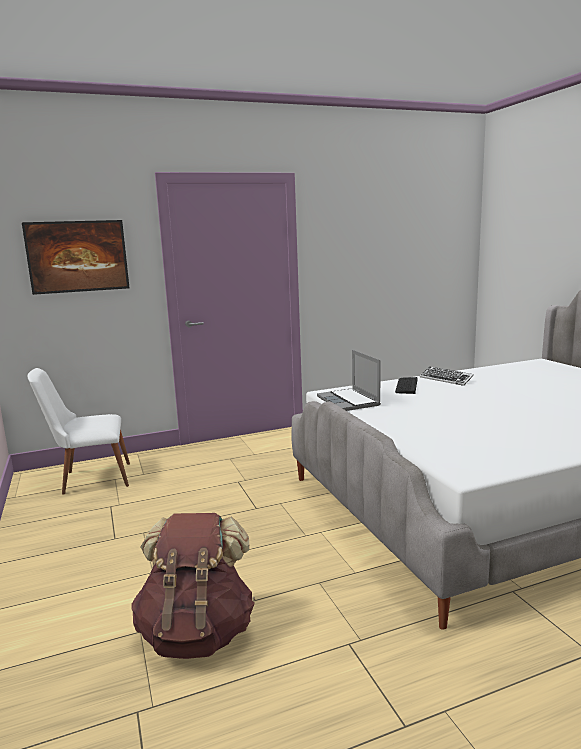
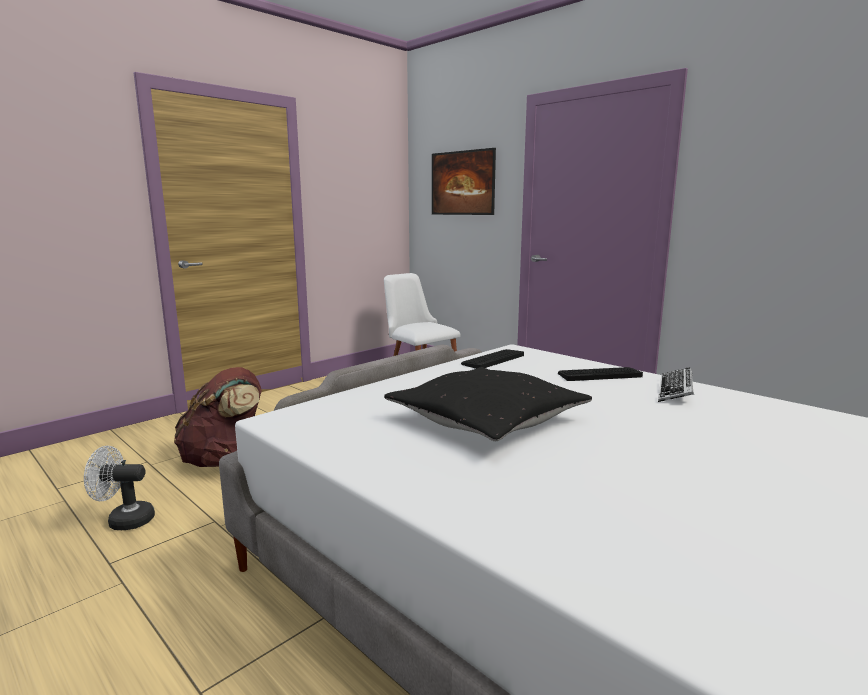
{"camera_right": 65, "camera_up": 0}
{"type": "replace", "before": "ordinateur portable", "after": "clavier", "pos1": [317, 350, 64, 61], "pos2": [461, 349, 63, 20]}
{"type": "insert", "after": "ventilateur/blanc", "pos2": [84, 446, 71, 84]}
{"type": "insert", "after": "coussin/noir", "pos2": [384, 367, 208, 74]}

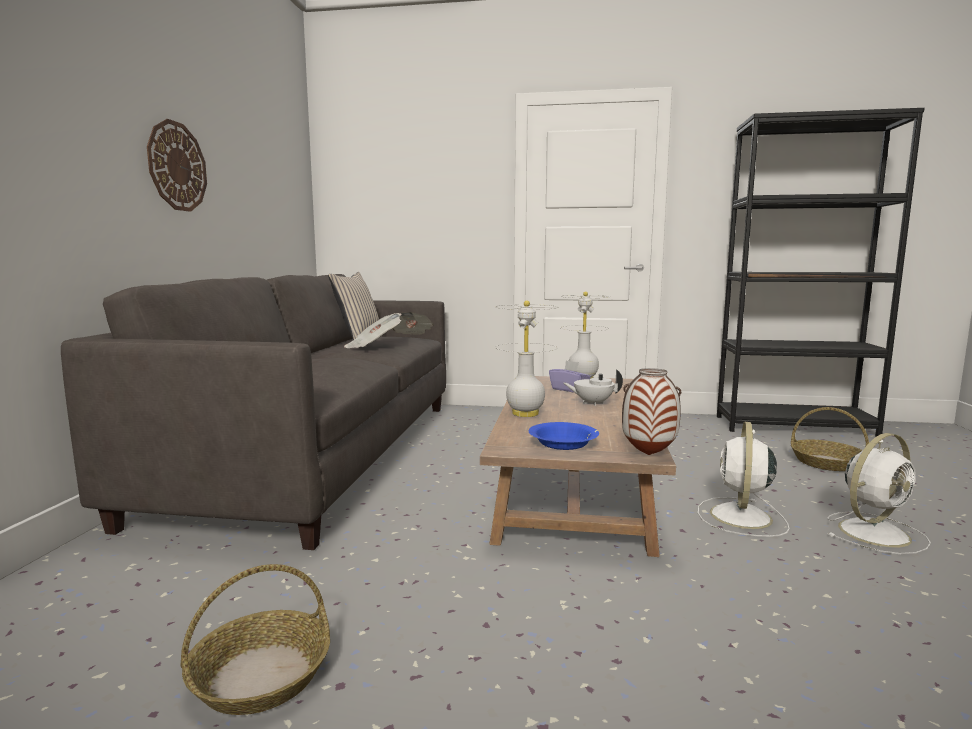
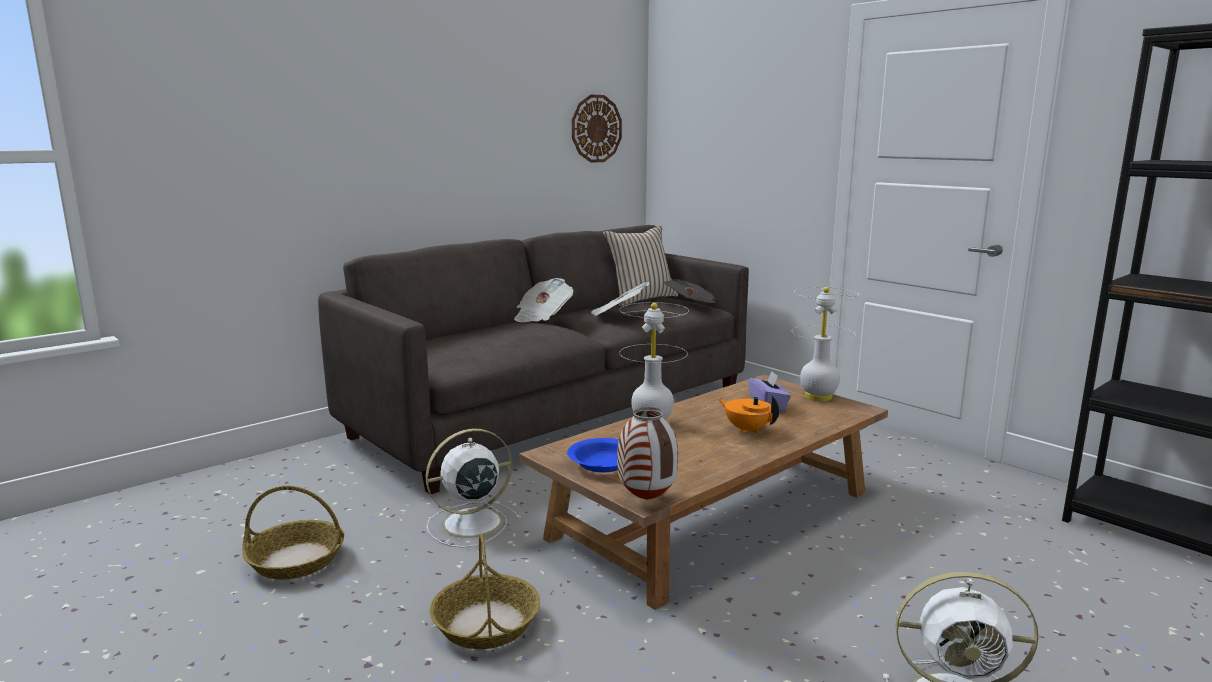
{"camera_right": 40, "camera_up": 5}
{"type": "move", "before": "horloge murale", "pos1": [147, 119, 60, 93], "pos2": [572, 94, 50, 69]}
{"type": "recolor", "before": "théière/blanc", "after": "théière/orange", "pos1": [563, 369, 60, 37], "pos2": [718, 396, 61, 37]}
{"type": "move", "before": "ventilateur/blanc", "pos1": [698, 422, 92, 115], "pos2": [426, 429, 95, 119]}
{"type": "move", "before": "panier", "pos1": [791, 407, 78, 64], "pos2": [430, 534, 110, 115]}
{"type": "insert", "after": "journal", "pos2": [514, 278, 59, 44]}

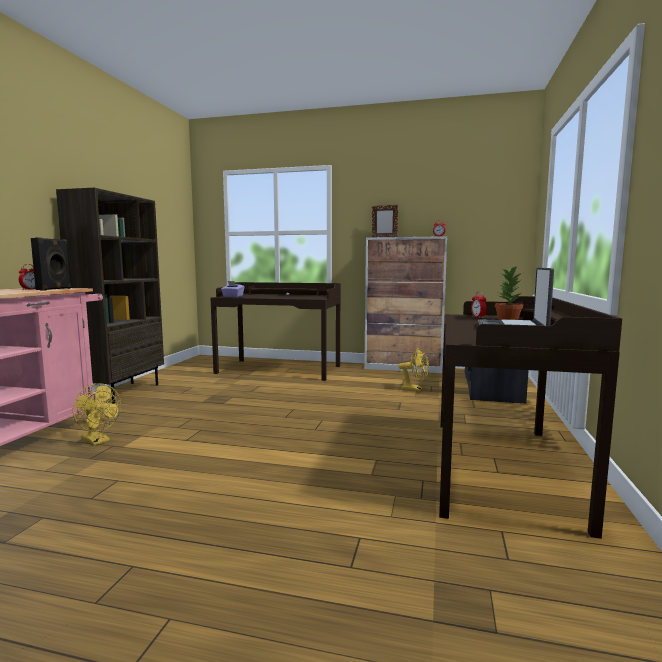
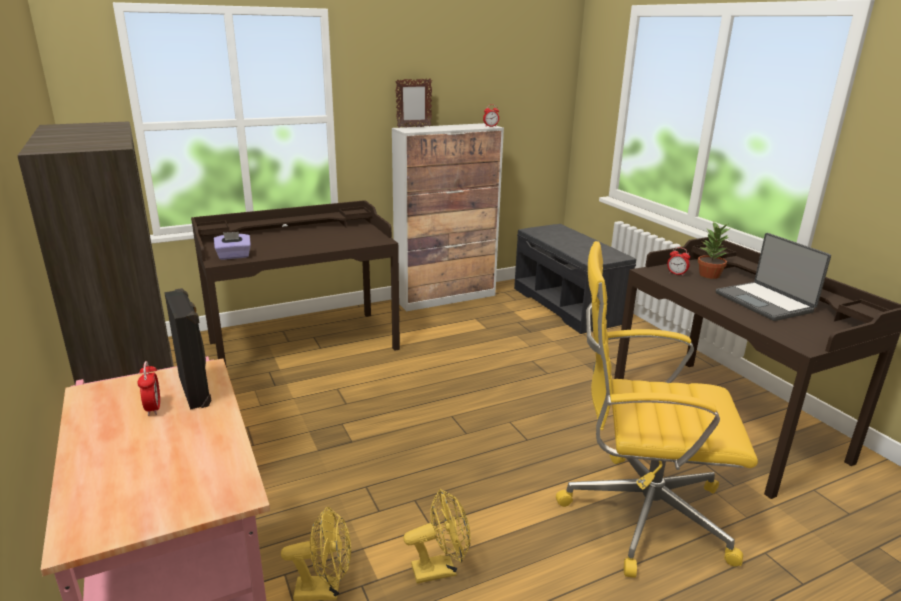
{"camera_right": -40, "camera_up": 15}
{"type": "move", "before": "ventilateur/jaune", "pos1": [398, 348, 31, 43], "pos2": [403, 489, 68, 95]}
{"type": "insert", "after": "chaise de bureau/jaune", "pos2": [556, 241, 202, 337]}

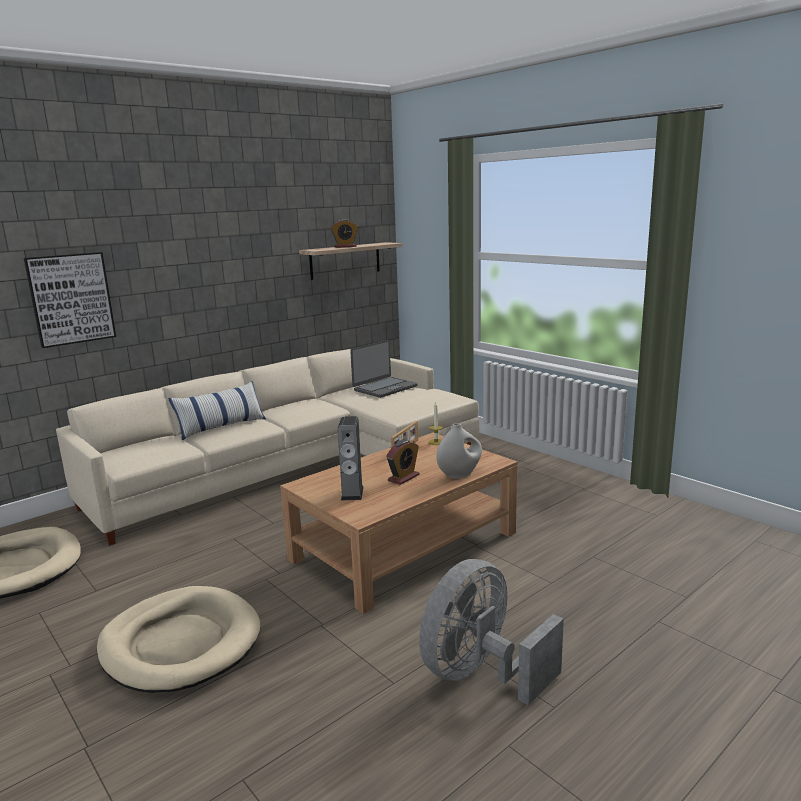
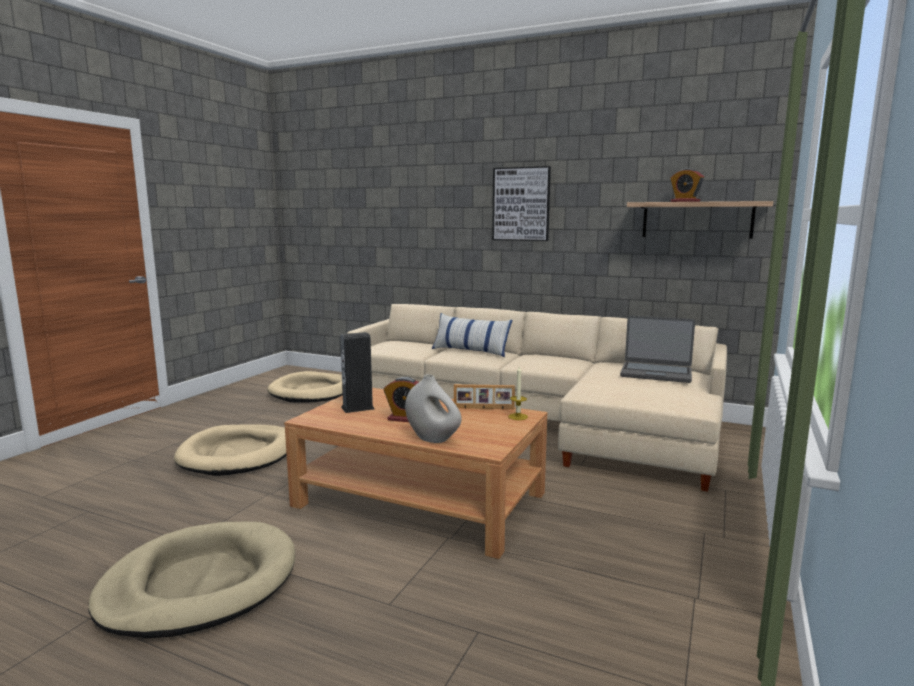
{"camera_right": 65, "camera_up": -5}
{"type": "move", "before": "tableau", "pos1": [24, 252, 92, 96], "pos2": [492, 166, 59, 75]}
{"type": "replace", "before": "ventilateur/gris", "after": "panier pour chien/beige", "pos1": [419, 559, 145, 147], "pos2": [89, 522, 206, 116]}

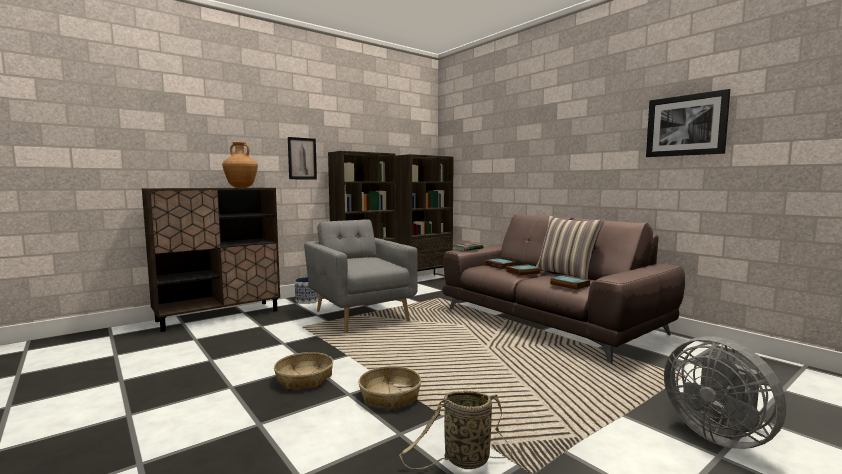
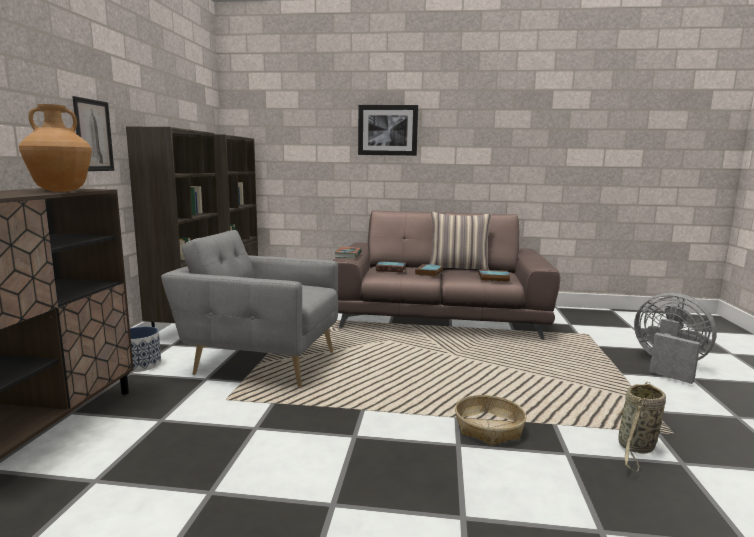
{"camera_right": -45, "camera_up": 5}
{"type": "delete", "before": "panier", "pos1": [274, 352, 59, 38]}
{"type": "move", "before": "tableau", "pos1": [646, 89, 84, 68], "pos2": [358, 105, 60, 51]}
{"type": "rotate", "before": "ventilateur/gris", "pos1": [664, 336, 122, 113], "pos2": [634, 293, 83, 91], "turn": -150}

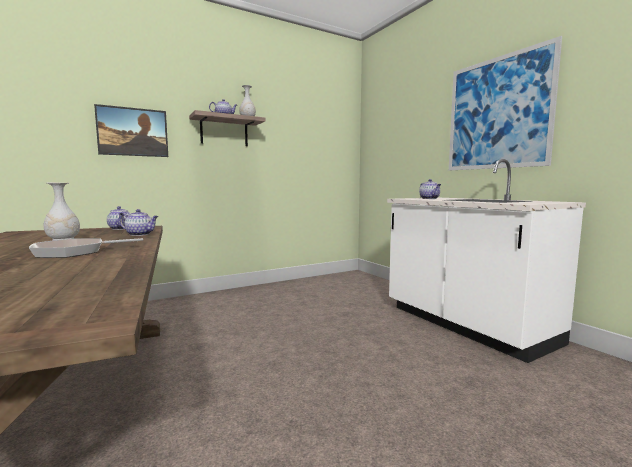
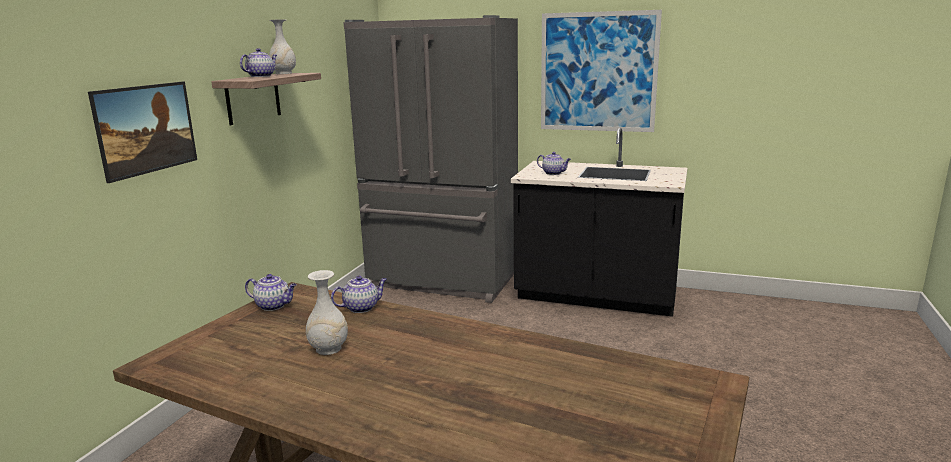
{"camera_right": -40, "camera_up": 10}
{"type": "delete", "before": "poêle", "pos1": [29, 238, 114, 20]}
{"type": "recolor", "before": "comptoir de cuisine/blanc", "after": "comptoir de cuisine/noir", "pos1": [387, 159, 199, 204], "pos2": [511, 128, 176, 189]}
{"type": "insert", "after": "réfrigérateur/gris", "pos2": [343, 15, 175, 288]}

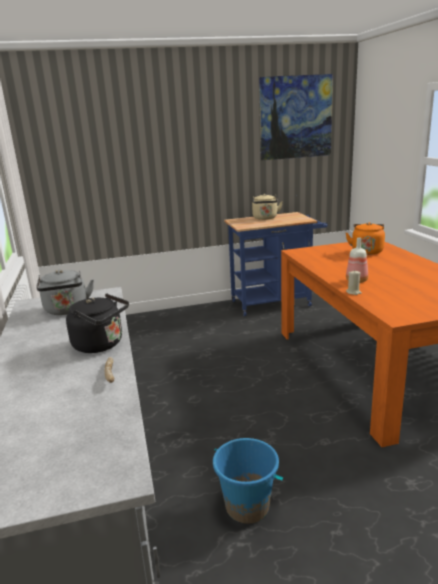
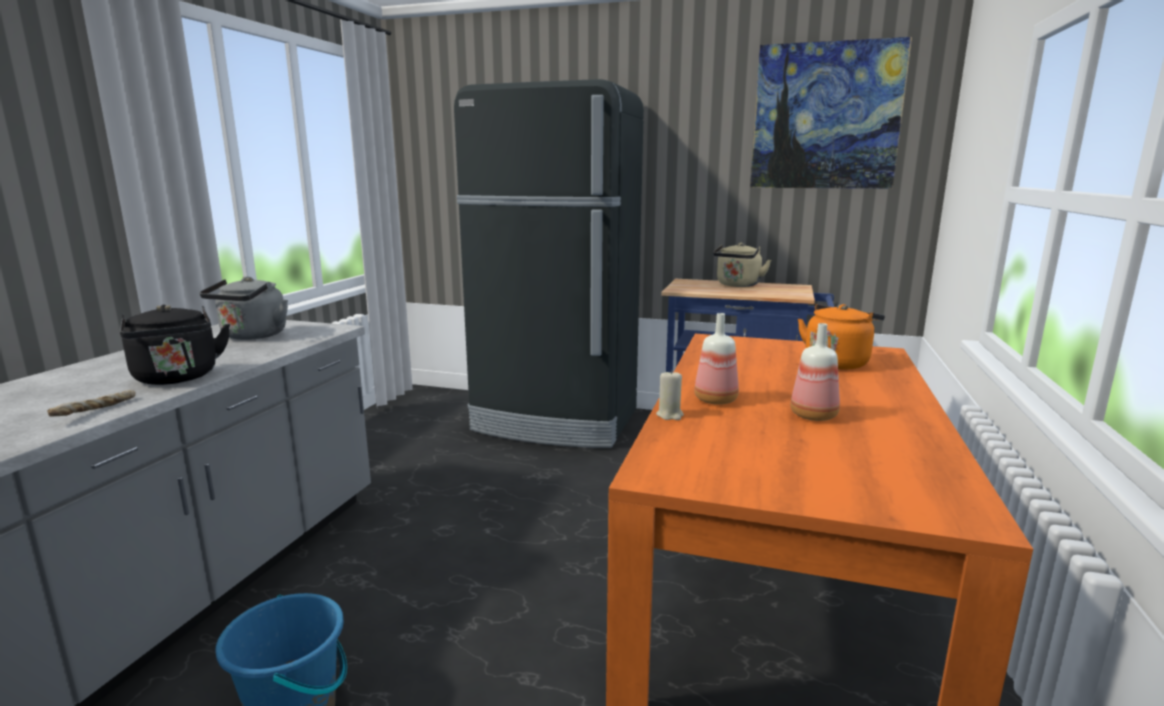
{"camera_right": 30, "camera_up": -5}
{"type": "insert", "after": "réfrigérateur/noir", "pos2": [454, 79, 190, 369]}
{"type": "insert", "after": "bouteille", "pos2": [790, 323, 50, 98]}

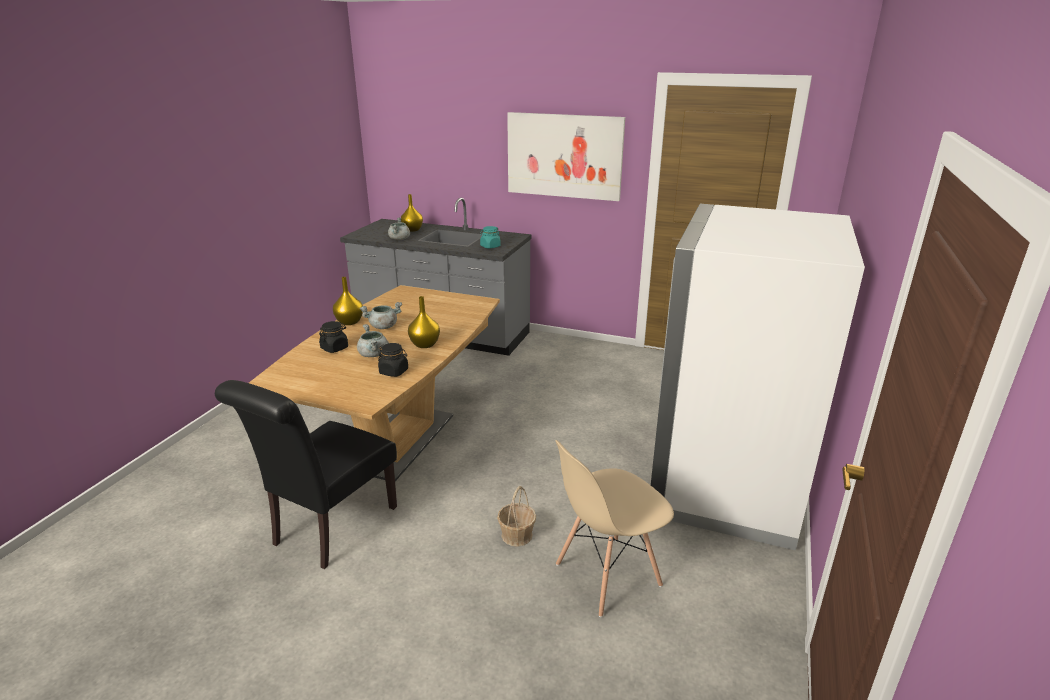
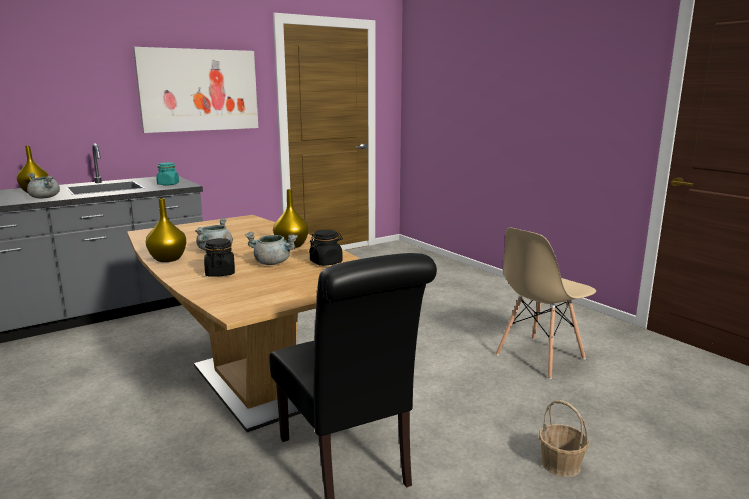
{"camera_right": -55, "camera_up": -10}
{"type": "move", "before": "panier", "pos1": [497, 486, 39, 61], "pos2": [539, 400, 50, 77]}
{"type": "rotate", "before": "chaise/beige", "pos1": [555, 440, 119, 177], "pos2": [496, 228, 100, 151], "turn": 45}
{"type": "delete", "before": "réfrigérateur/blanc", "pos1": [651, 204, 214, 346]}

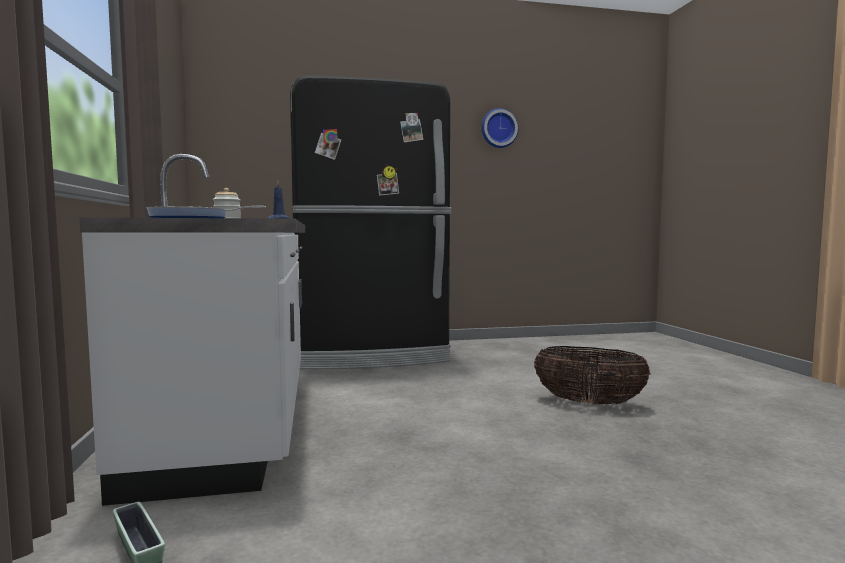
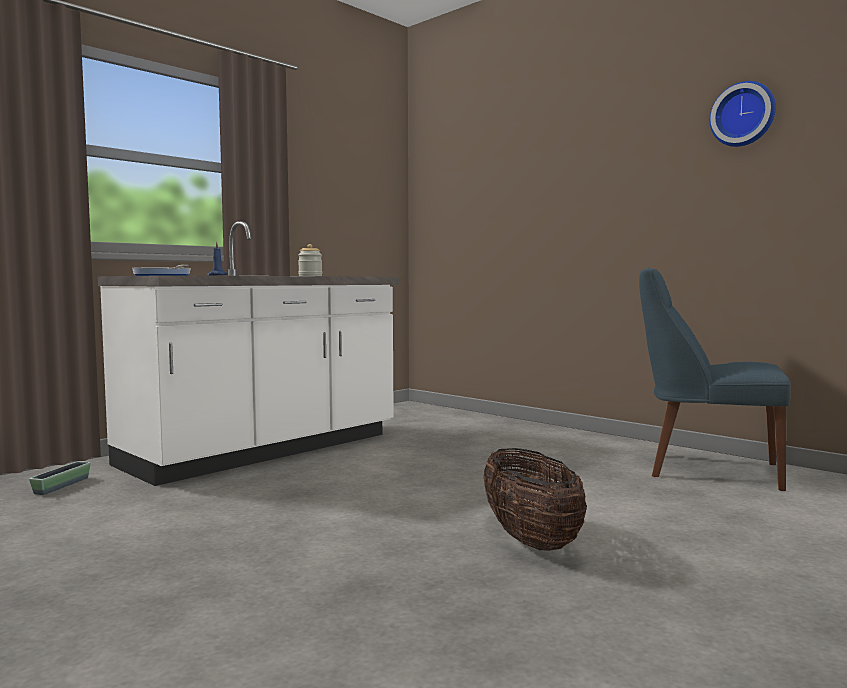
{"camera_right": 55, "camera_up": 0}
{"type": "delete", "before": "réfrigérateur/noir", "pos1": [290, 75, 161, 294]}
{"type": "insert", "after": "chaise/bleu", "pos2": [639, 268, 152, 223]}

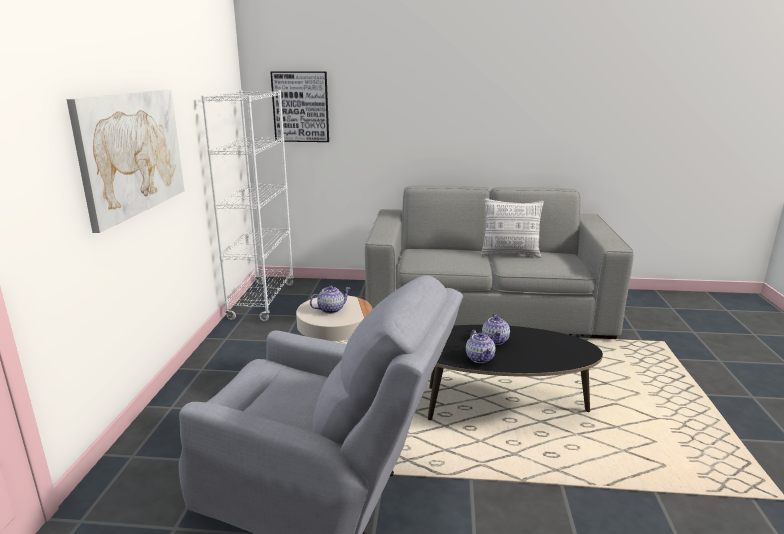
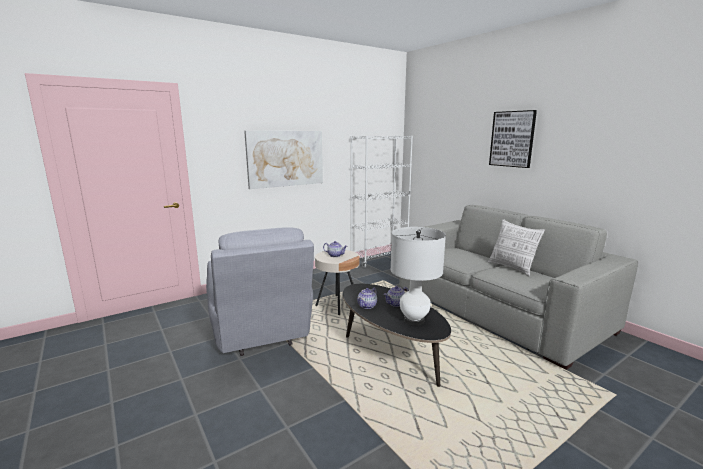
{"camera_right": 50, "camera_up": -5}
{"type": "move", "before": "tableau", "pos1": [270, 71, 59, 71], "pos2": [489, 110, 48, 58]}
{"type": "insert", "after": "lampe de table/blanc", "pos2": [391, 227, 55, 99]}

